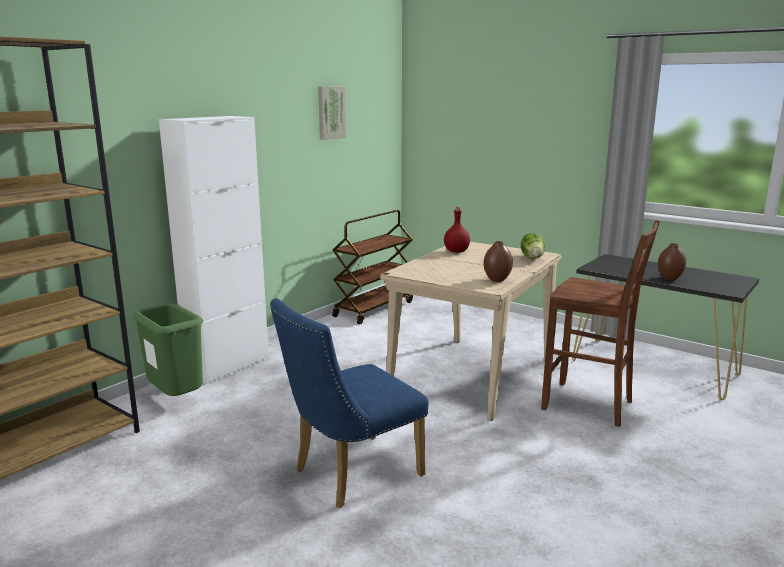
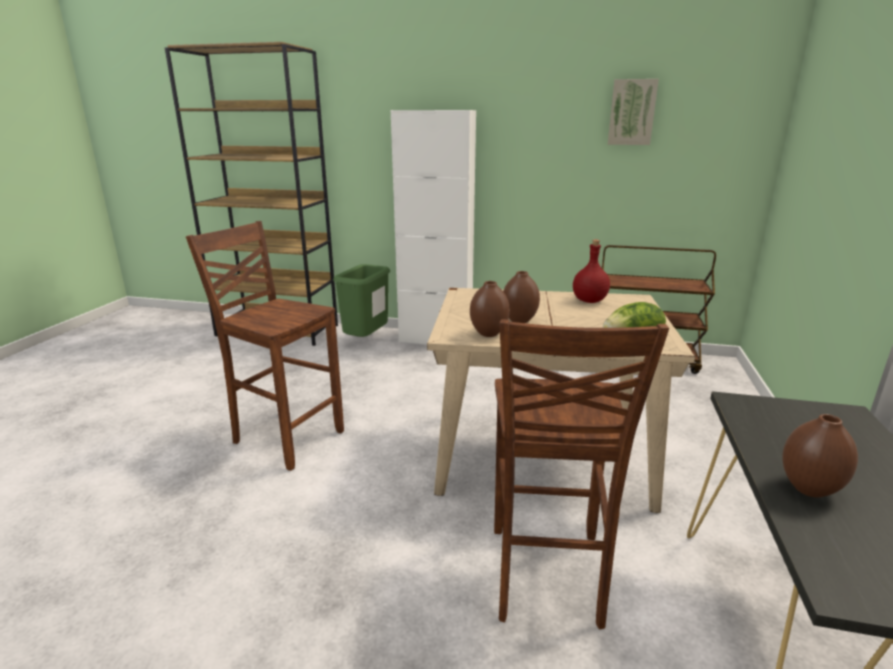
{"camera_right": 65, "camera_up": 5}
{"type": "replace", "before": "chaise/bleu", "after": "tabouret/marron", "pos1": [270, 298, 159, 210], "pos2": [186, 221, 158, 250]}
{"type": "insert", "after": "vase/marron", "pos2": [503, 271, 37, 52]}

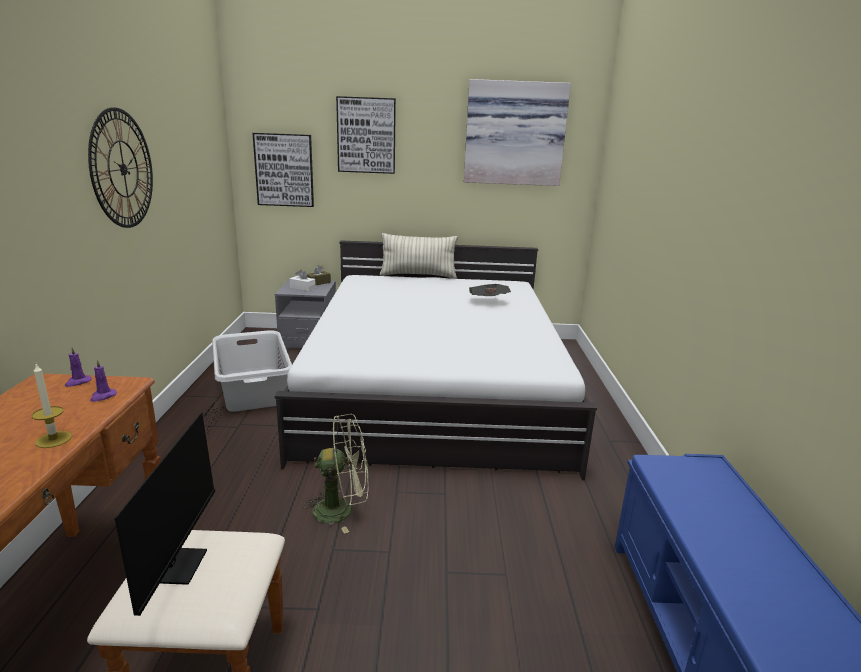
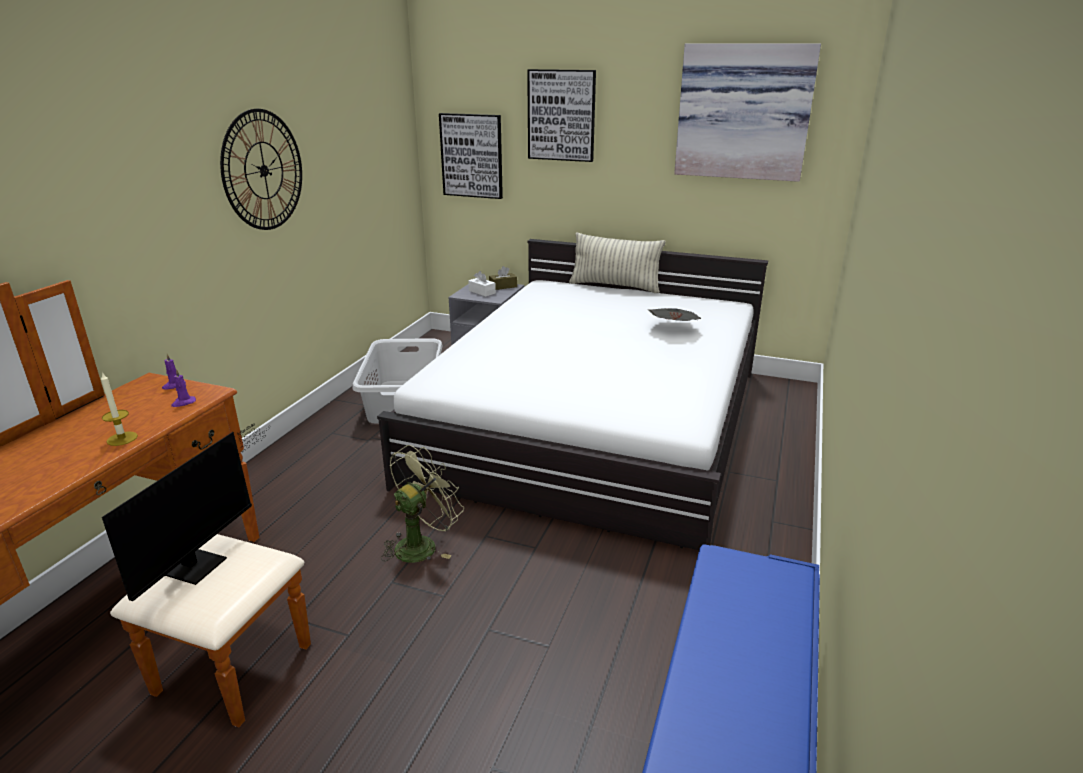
{"camera_right": 20, "camera_up": 5}
{"type": "rotate", "before": "ventilateur/vert", "pos1": [302, 414, 67, 120], "pos2": [381, 445, 83, 118], "turn": -60}

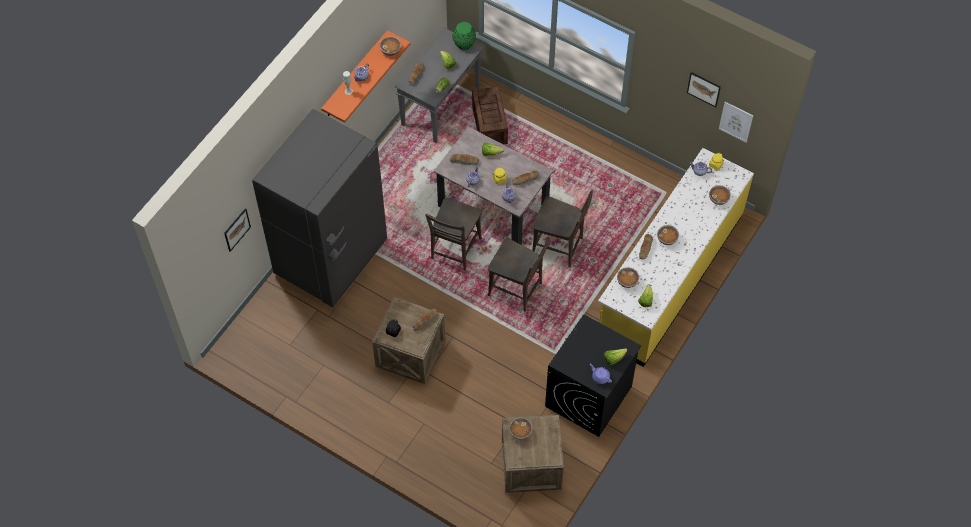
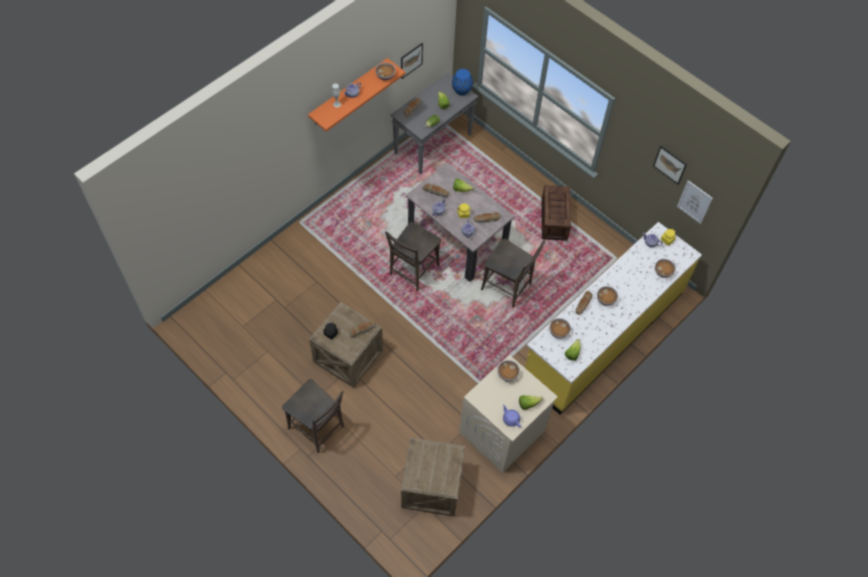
{"camera_right": 10, "camera_up": 0}
{"type": "move", "before": "tableau", "pos1": [224, 208, 27, 44], "pos2": [401, 43, 22, 36]}
{"type": "delete", "before": "réfrigérateur/gris", "pos1": [252, 109, 135, 199]}
{"type": "recolor", "before": "vase/vert", "after": "vase/bleu", "pos1": [453, 22, 23, 28], "pos2": [452, 69, 21, 27]}
{"type": "move", "before": "caisse", "pos1": [472, 87, 36, 58], "pos2": [541, 185, 30, 56]}
{"type": "move", "before": "chaise/marron", "pos1": [488, 237, 62, 75], "pos2": [282, 379, 62, 74]}
{"type": "move", "before": "bol", "pos1": [509, 418, 23, 22], "pos2": [498, 360, 22, 21]}
{"type": "recolor", "before": "lave-linge/noir", "after": "lave-linge/beige", "pos1": [545, 314, 96, 123], "pos2": [459, 355, 99, 118]}

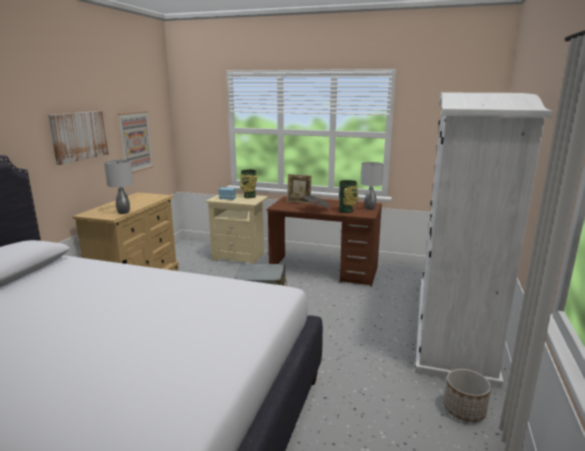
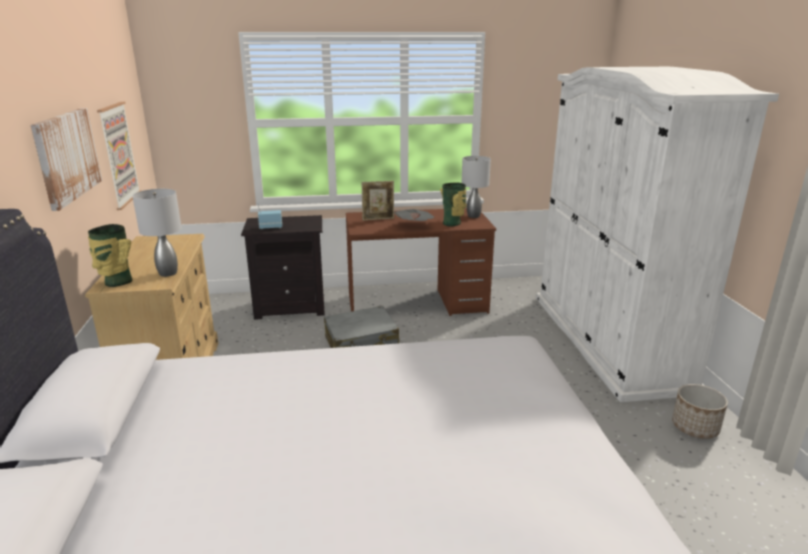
{"camera_right": -25, "camera_up": 5}
{"type": "recolor", "before": "table de chevet/beige", "after": "table de chevet/noir", "pos1": [205, 194, 63, 70], "pos2": [241, 215, 84, 105]}
{"type": "move", "before": "vase", "pos1": [240, 169, 18, 29], "pos2": [88, 224, 45, 63]}

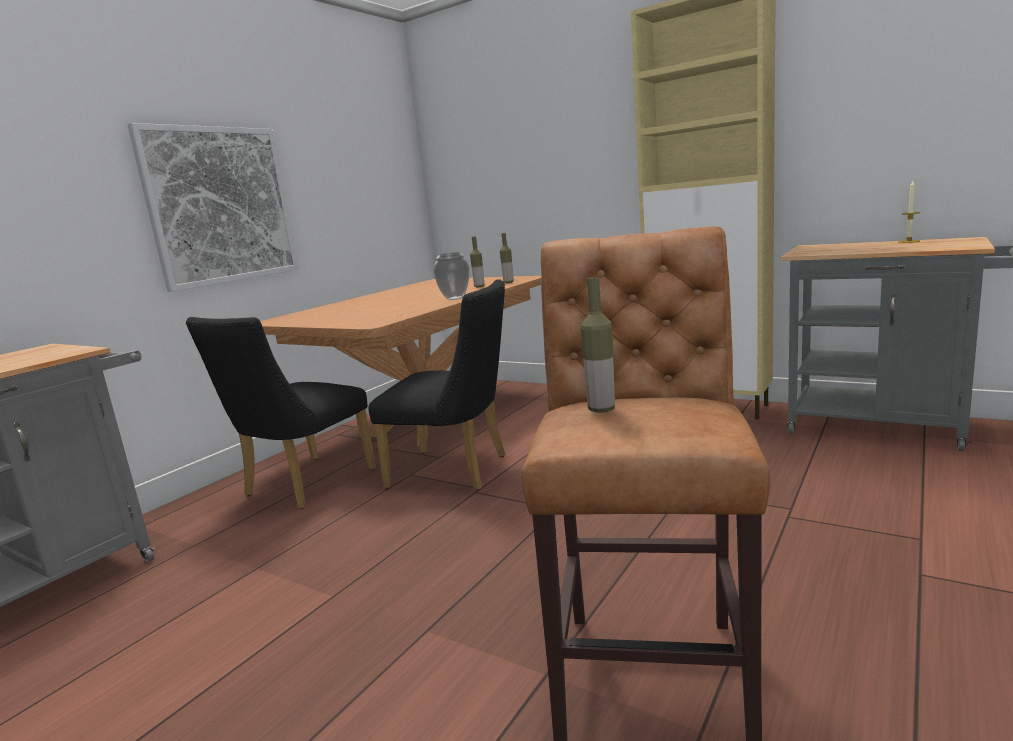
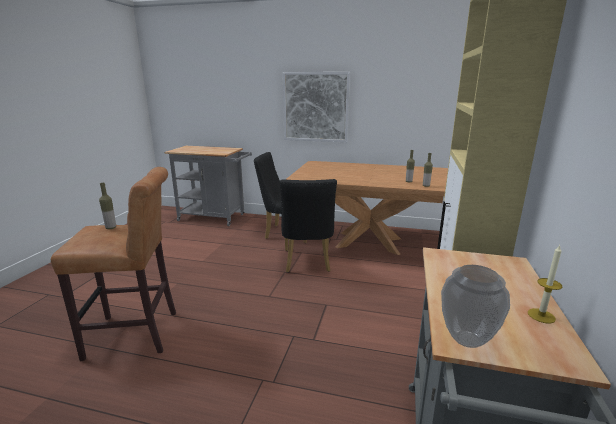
{"camera_right": 70, "camera_up": 5}
{"type": "move", "before": "vase", "pos1": [433, 252, 36, 48], "pos2": [441, 265, 69, 83]}

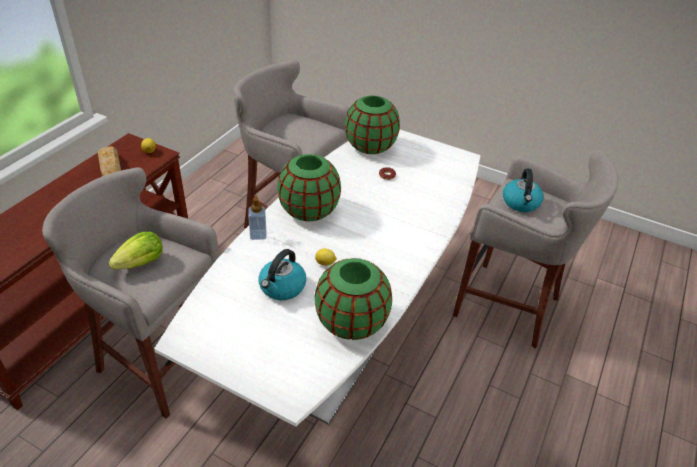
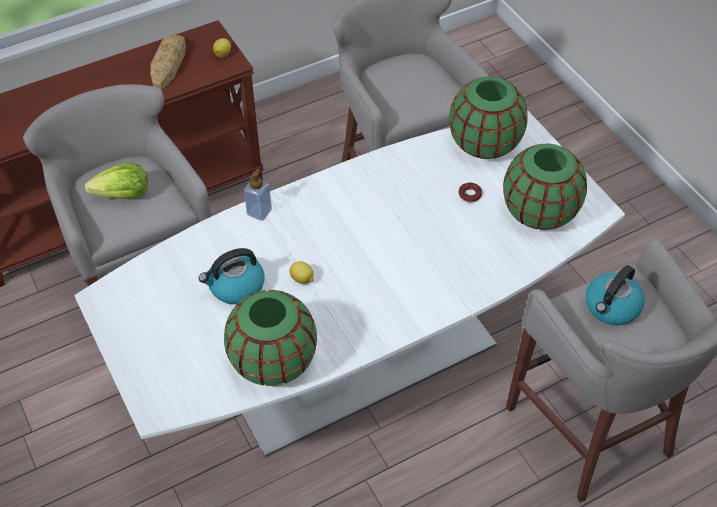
{"camera_right": 35, "camera_up": 10}
{"type": "move", "before": "vase/vert", "pos1": [277, 154, 64, 67], "pos2": [503, 144, 84, 86]}

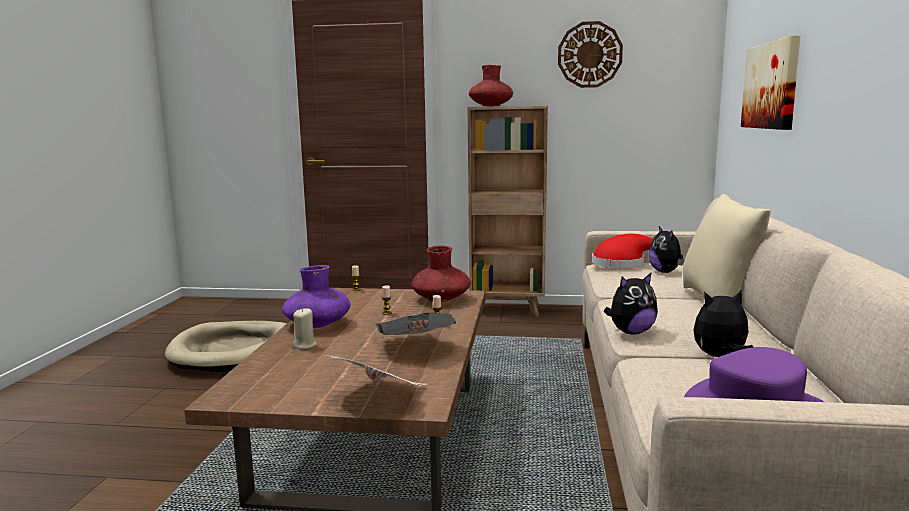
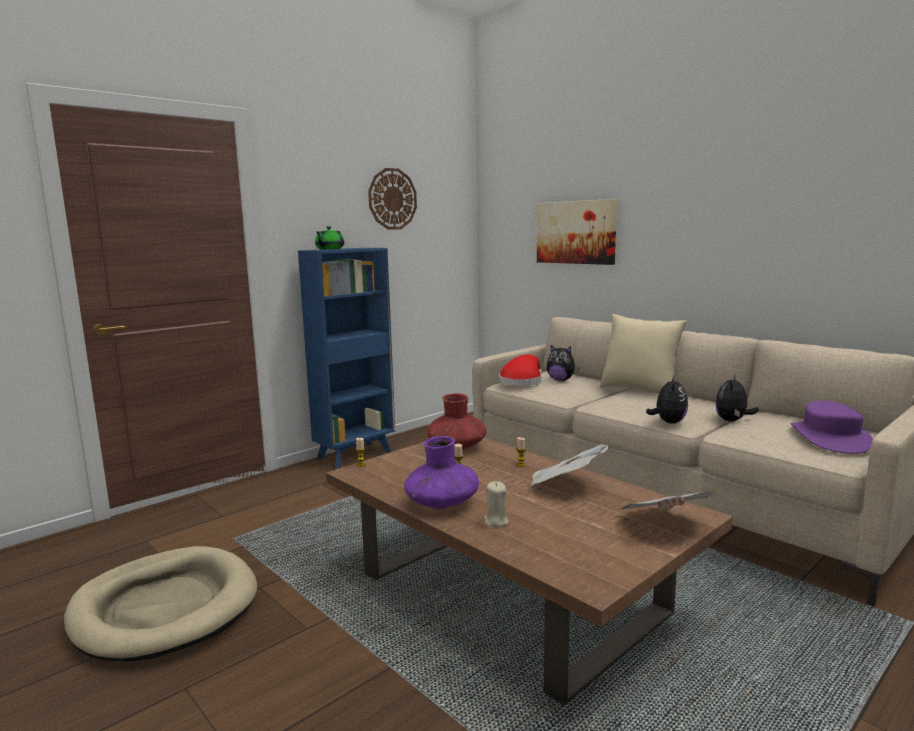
{"camera_right": -50, "camera_up": 0}
{"type": "recolor", "before": "bibliothèque/marron", "after": "bibliothèque/bleu", "pos1": [468, 106, 80, 211], "pos2": [298, 248, 97, 221]}
{"type": "replace", "before": "vase/rouge", "after": "théière/vert", "pos1": [469, 65, 44, 41], "pos2": [315, 226, 29, 24]}

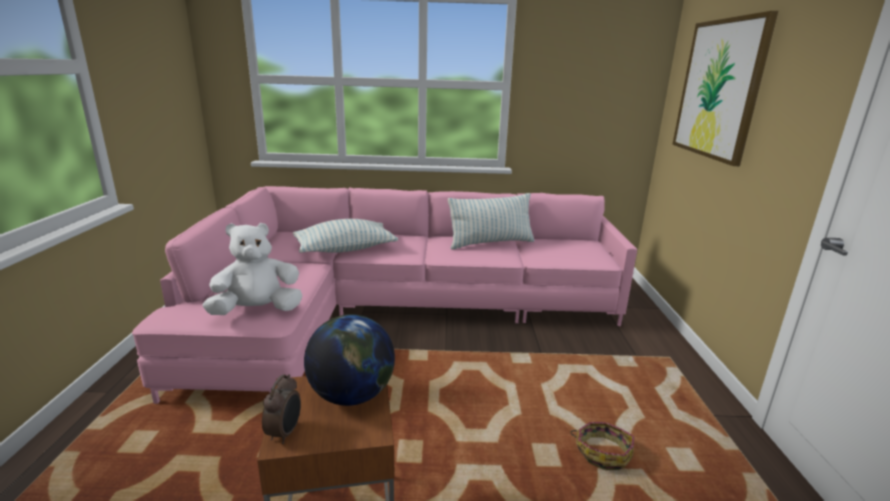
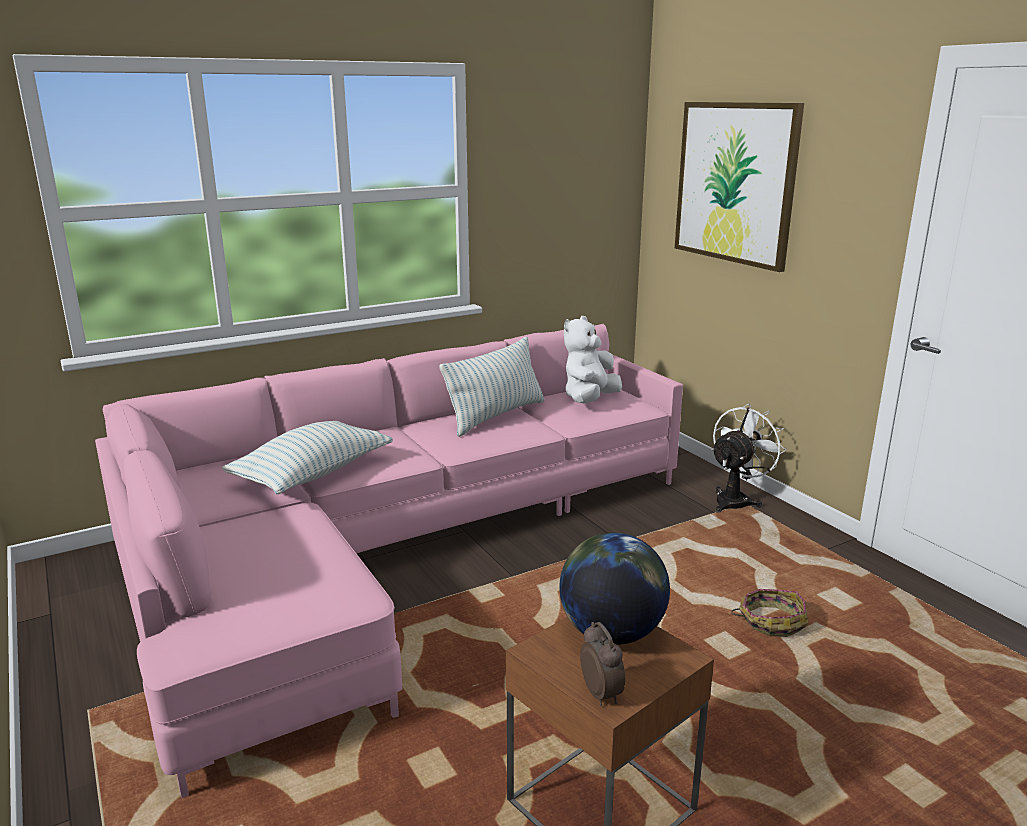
{"camera_right": -30, "camera_up": 0}
{"type": "move", "before": "peluche/blanc", "pos1": [203, 223, 99, 92], "pos2": [564, 316, 58, 87]}
{"type": "insert", "after": "ventilateur/blanc", "pos2": [711, 404, 76, 109]}

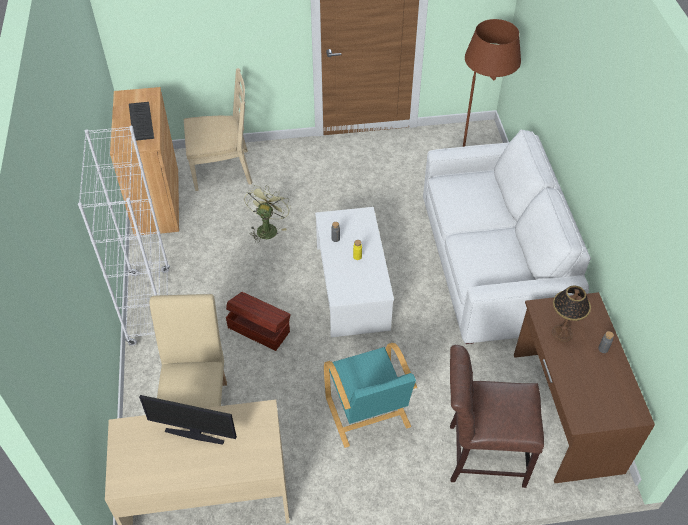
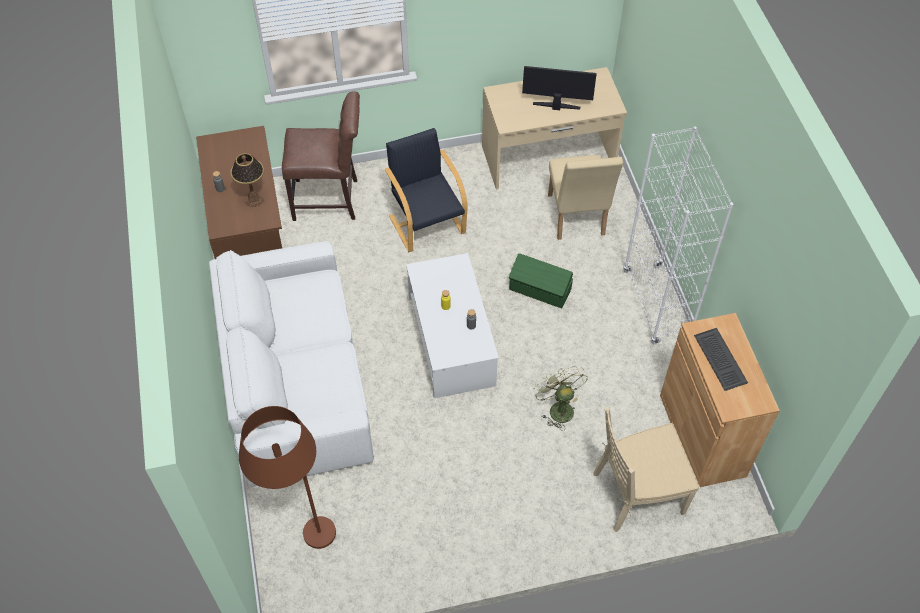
{"camera_right": 175, "camera_up": 5}
{"type": "recolor", "before": "boîte de rangement/marron", "after": "boîte de rangement/vert", "pos1": [226, 292, 64, 59], "pos2": [509, 253, 64, 55]}
{"type": "rotate", "before": "ventilateur/vert", "pos1": [244, 185, 47, 58], "pos2": [533, 366, 55, 65], "turn": 150}
{"type": "recolor", "before": "fauteuil/turquoise", "after": "fauteuil/noir", "pos1": [324, 343, 93, 105], "pos2": [385, 128, 82, 124]}

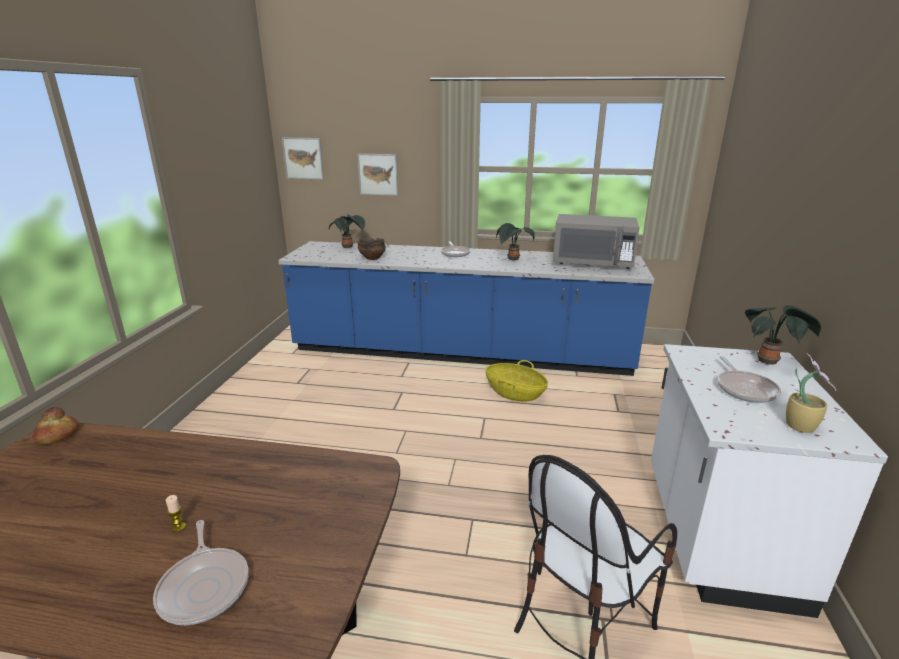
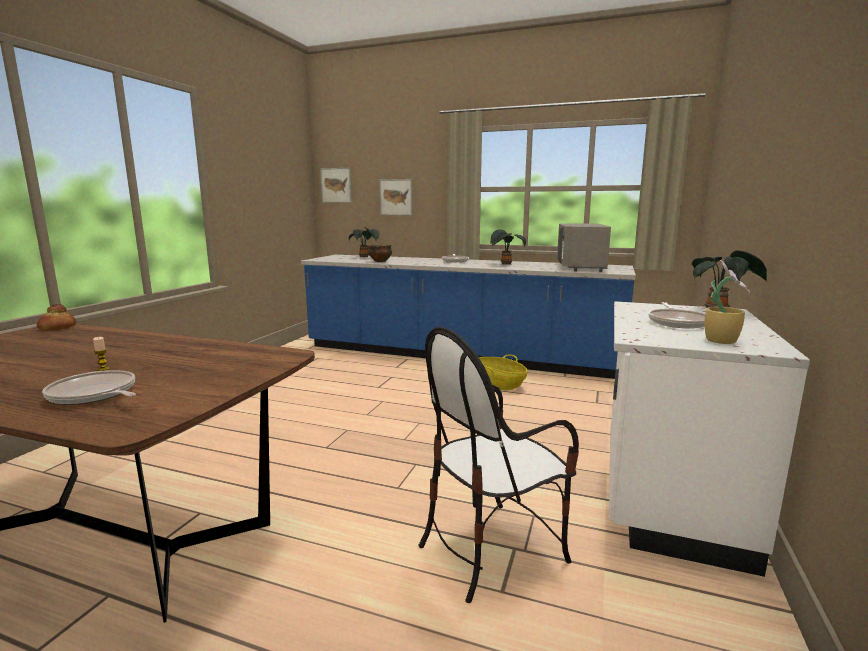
{"camera_right": 10, "camera_up": -10}
{"type": "rotate", "before": "poêle", "pos1": [153, 520, 96, 105], "pos2": [42, 370, 94, 35], "turn": 135}
{"type": "rotate", "before": "micro-ondes/gris", "pos1": [553, 214, 87, 55], "pos2": [557, 223, 54, 49], "turn": 75}

